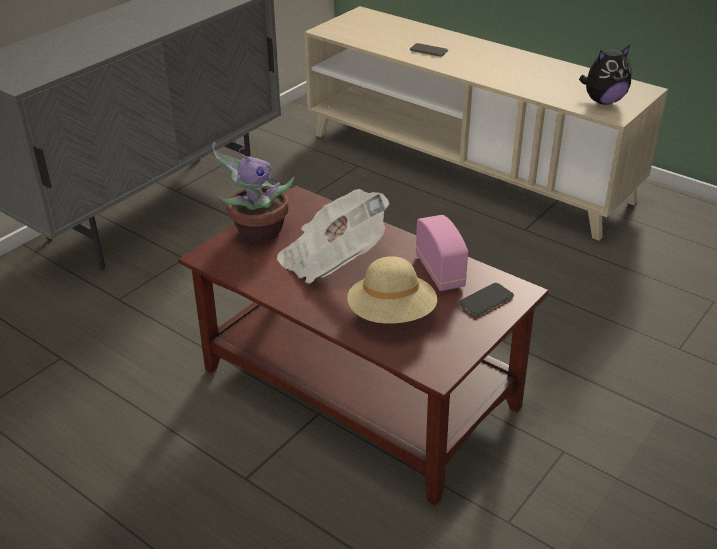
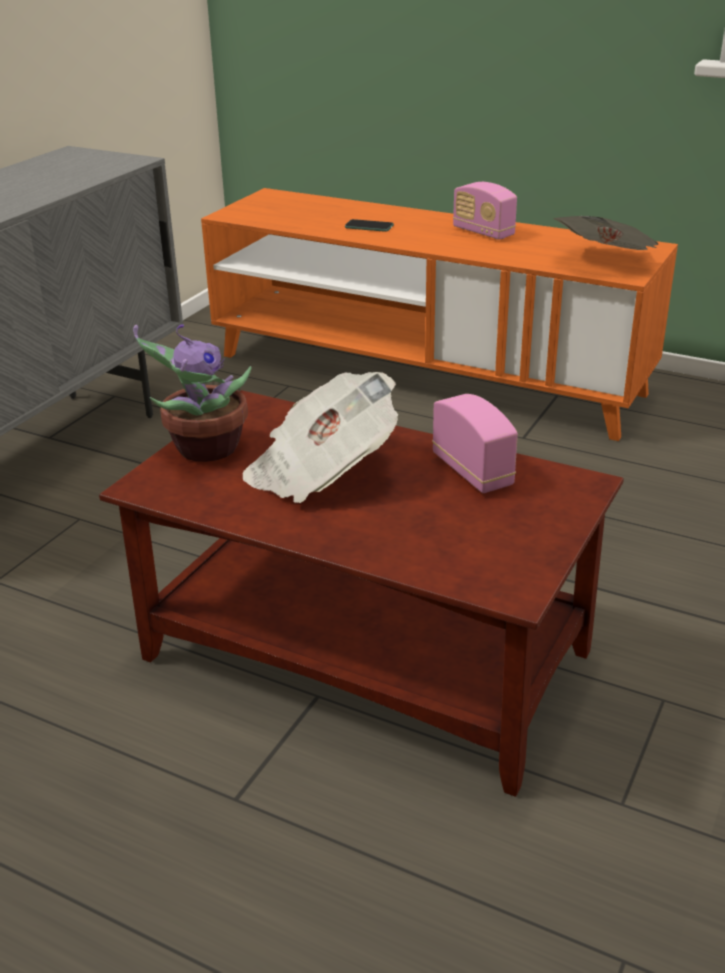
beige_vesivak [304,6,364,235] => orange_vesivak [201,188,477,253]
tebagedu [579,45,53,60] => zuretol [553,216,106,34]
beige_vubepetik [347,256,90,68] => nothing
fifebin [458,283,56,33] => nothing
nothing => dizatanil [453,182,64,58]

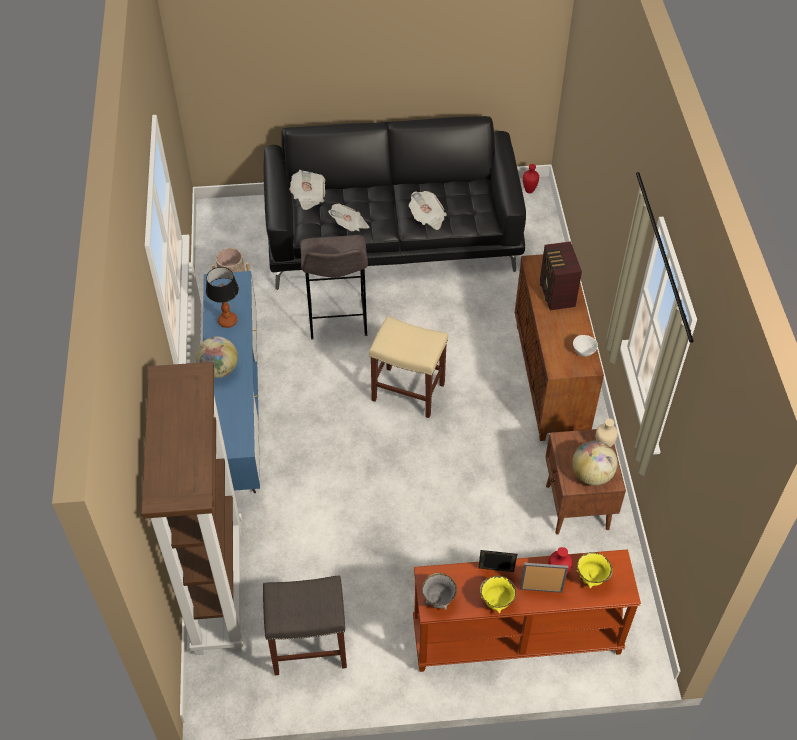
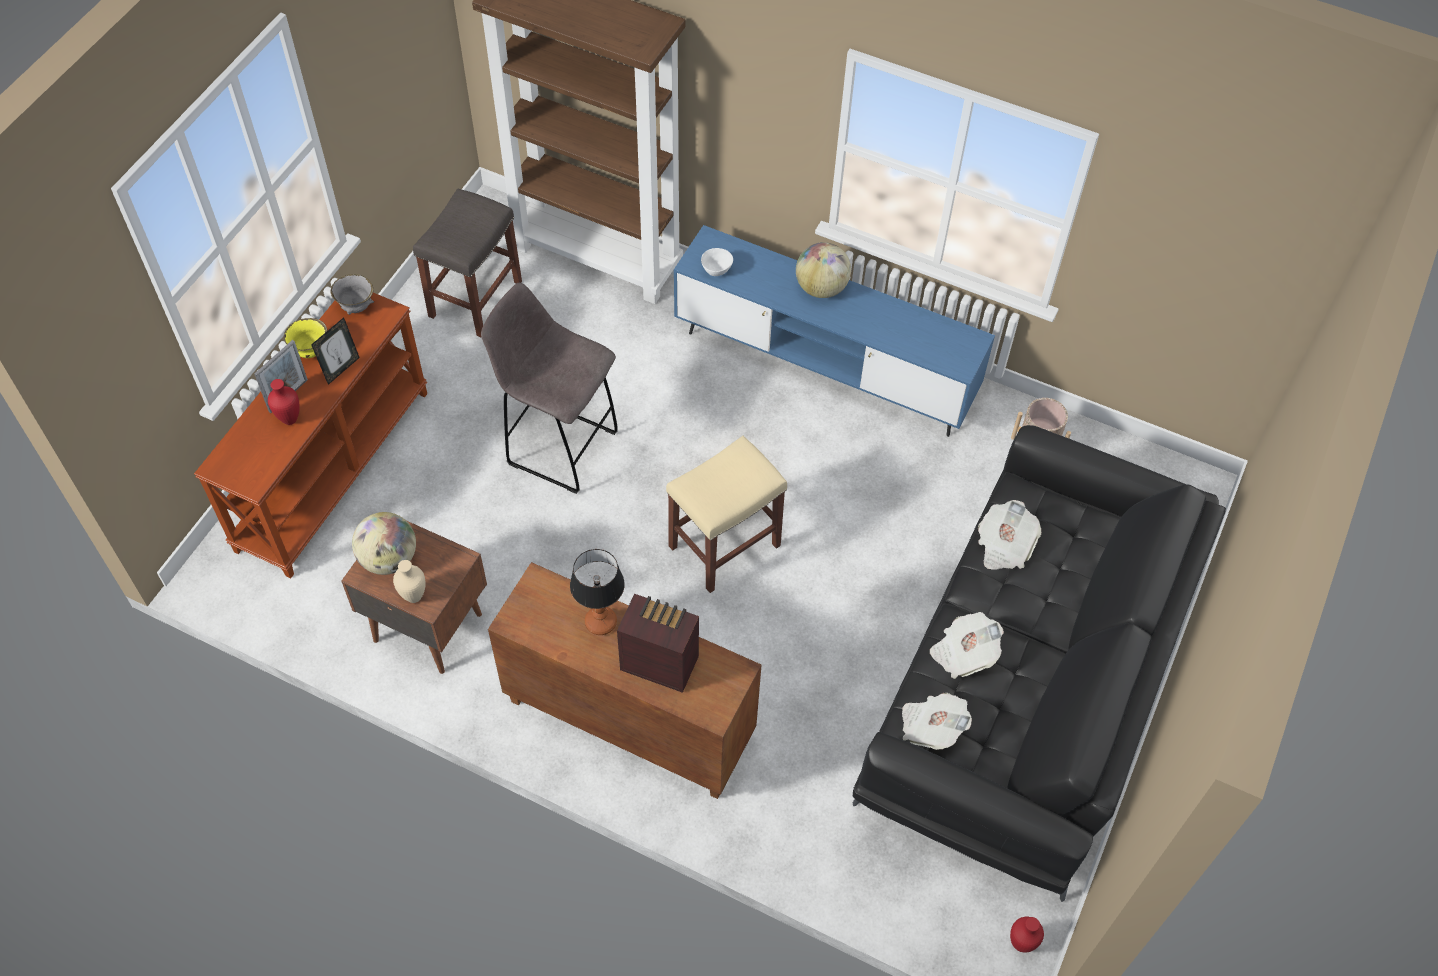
zuretol [290,170,35,40] => zuretol [902,693,70,57], shifted
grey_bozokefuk [300,235,68,105] => grey_bozokefuk [481,283,137,211], shifted
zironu [206,267,33,61] => zironu [570,549,55,86], shifted
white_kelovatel [573,335,25,22] => white_kelovatel [701,248,32,28], shifted
yellow_kelovatel [577,552,36,36] => nothing

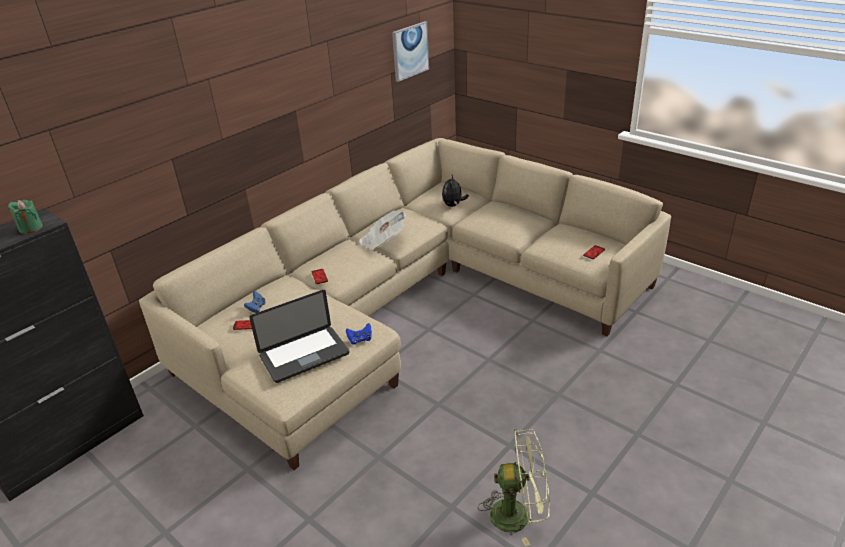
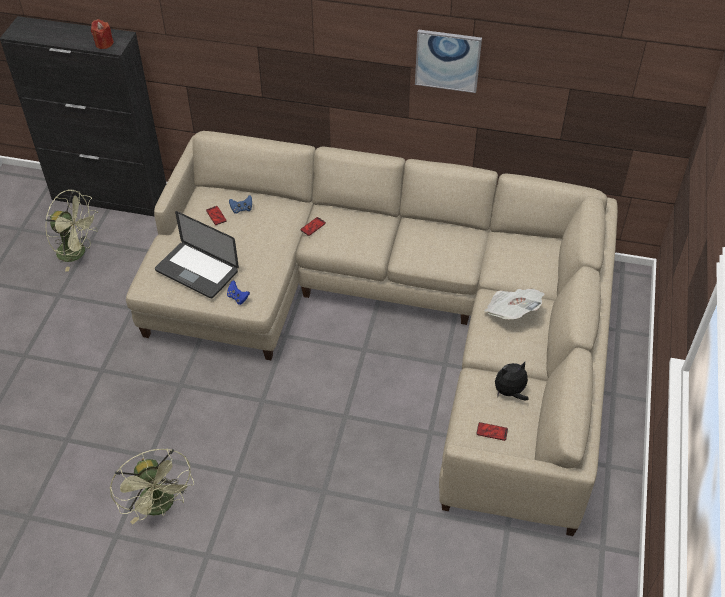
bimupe [392,21,37,61] => bimupe [415,29,67,64], shifted
tebagedu [442,176,27,31] => tebagedu [495,362,33,38], shifted
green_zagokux [8,200,35,34] => red_zagokux [91,19,23,30]
zuretol [359,210,48,40] => zuretol [484,288,61,32], shifted
nothing => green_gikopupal [45,189,53,83]

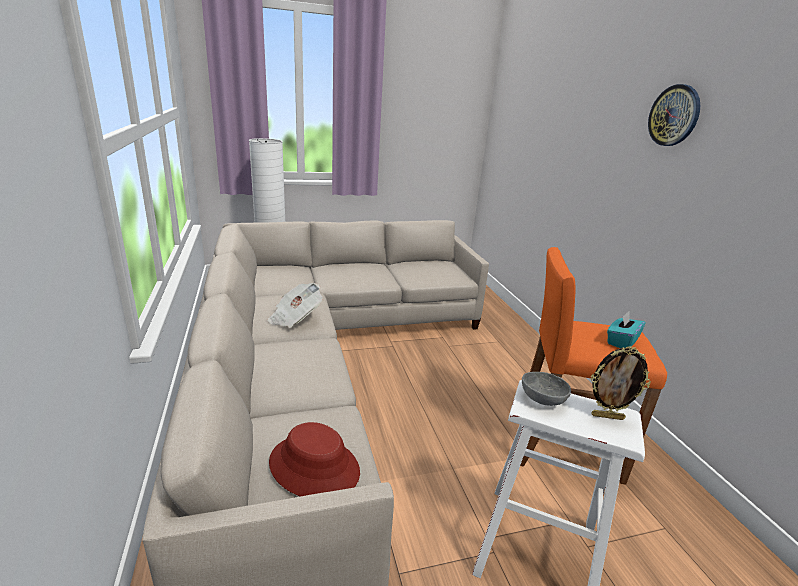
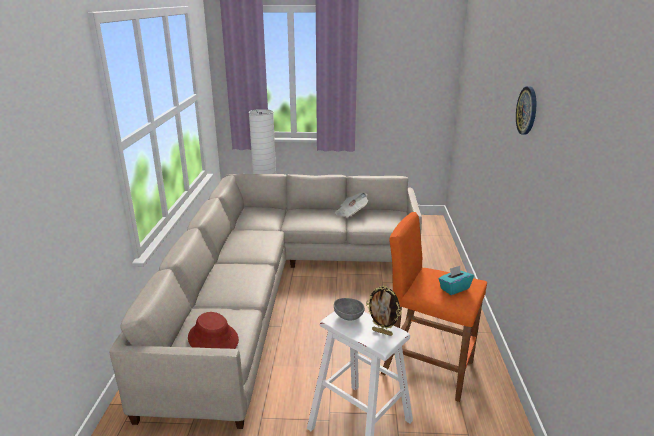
zuretol [267,283,56,45] => zuretol [335,192,33,26], shifted

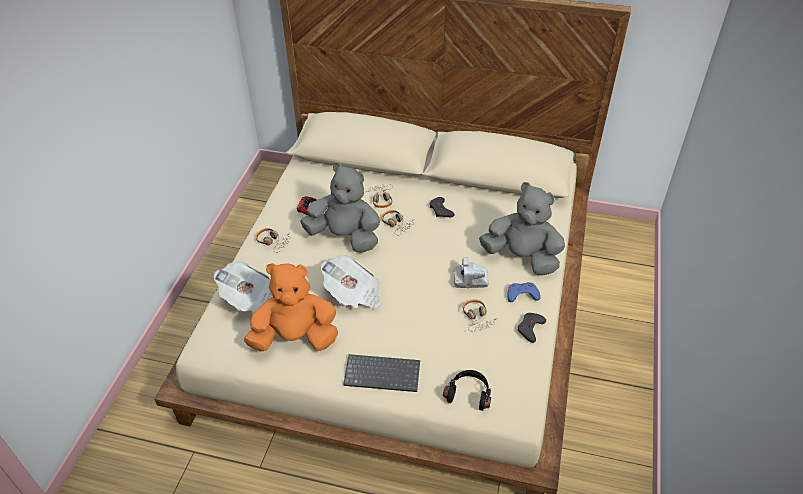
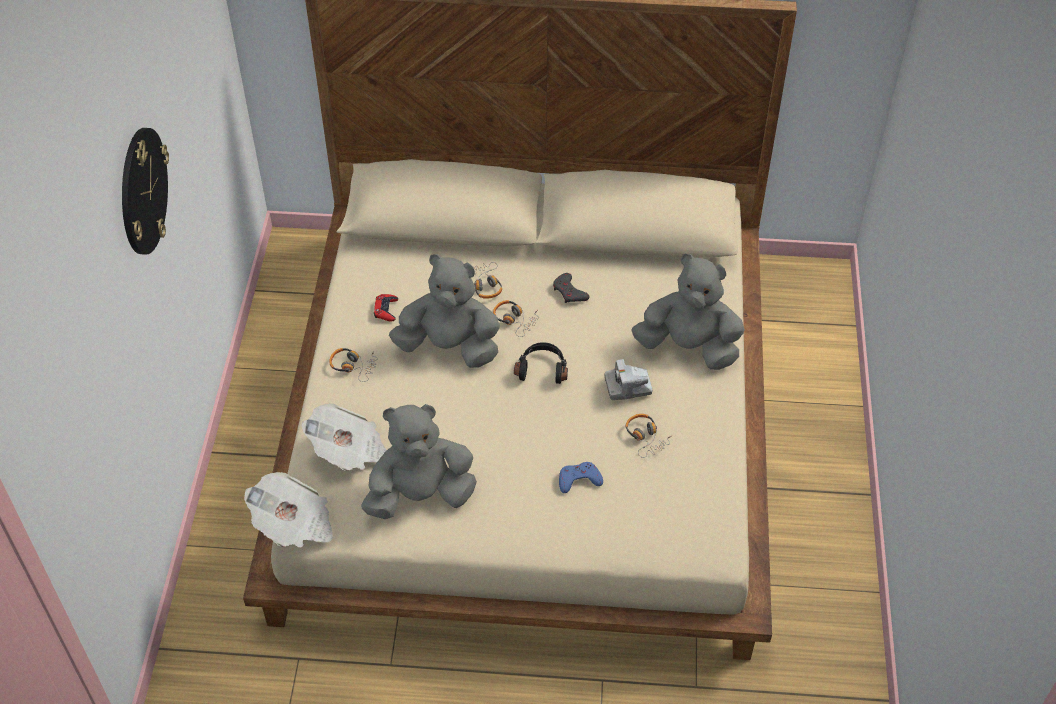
zuretol [321,255,59,53] => zuretol [244,472,89,76], shifted
orange_tebagedu [244,263,94,88] => grey_tebagedu [361,404,116,115]
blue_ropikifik [507,282,34,20] => blue_ropikifik [559,462,44,31], shifted
grey_ropikifik [518,313,28,30] => nothing
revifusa [343,354,77,38] => nothing
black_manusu [443,370,48,41] => black_manusu [514,342,54,42], shifted
nothing => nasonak [122,128,47,127]

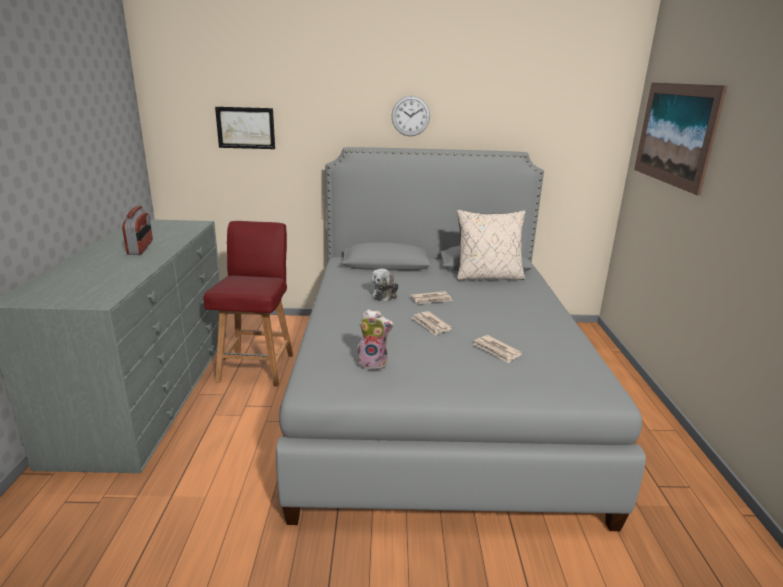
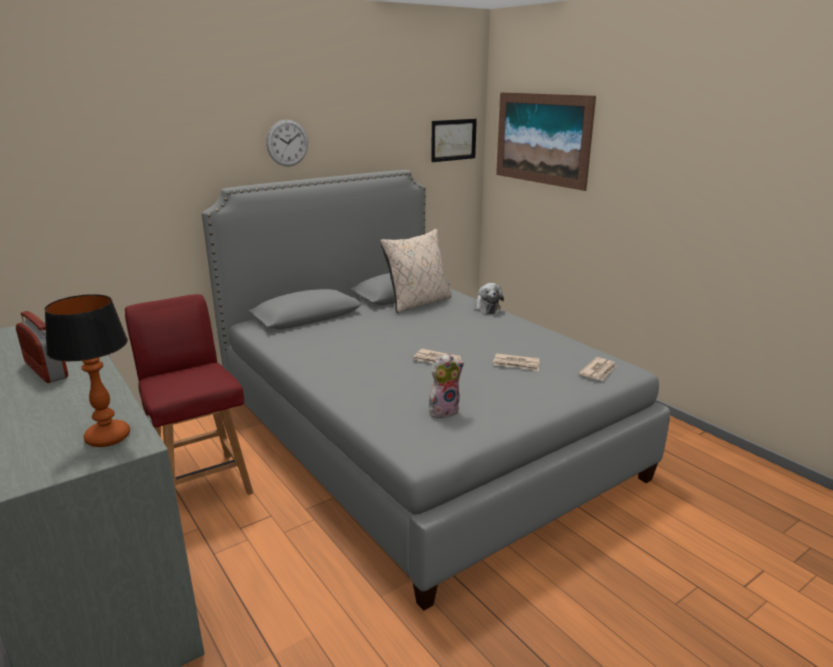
bimupe [215,107,60,42] => bimupe [431,119,46,43], shifted
tebagedu [371,269,28,33] => tebagedu [474,283,30,31], shifted
zuretol [410,291,43,13] => zuretol [578,357,38,24], shifted
nothing => zironu [44,294,86,153]

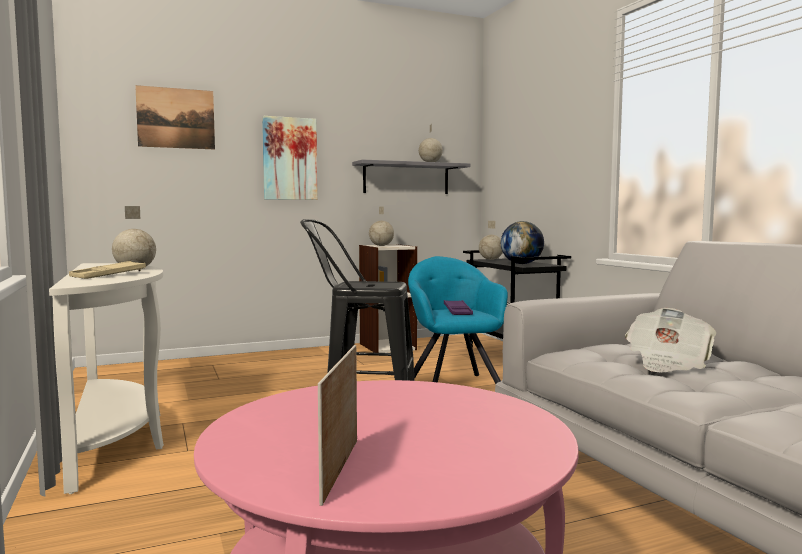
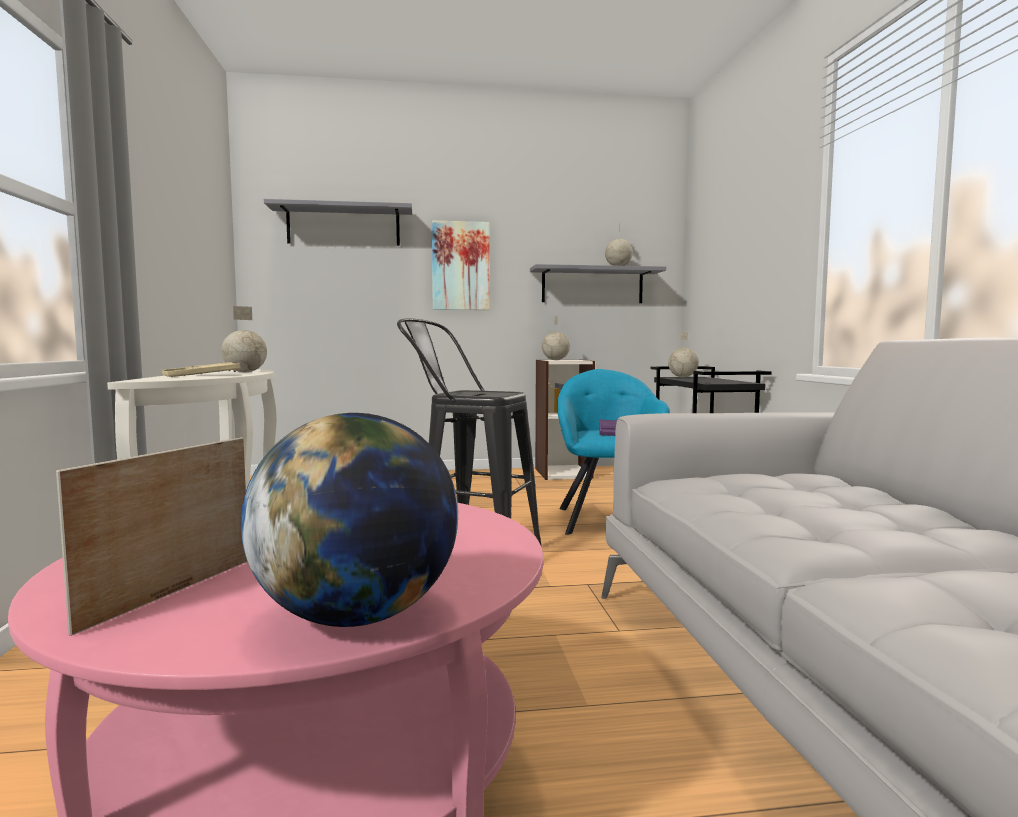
bimupe [135,85,80,65] => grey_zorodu [264,199,148,47]
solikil [501,221,43,43] => solikil [241,413,217,214], shifted
zuretol [625,308,91,65] => nothing

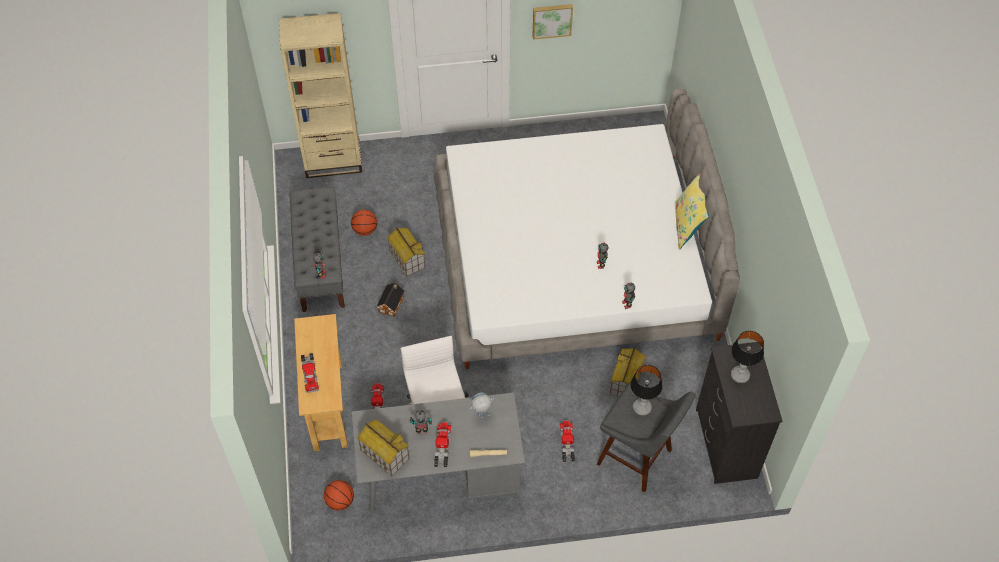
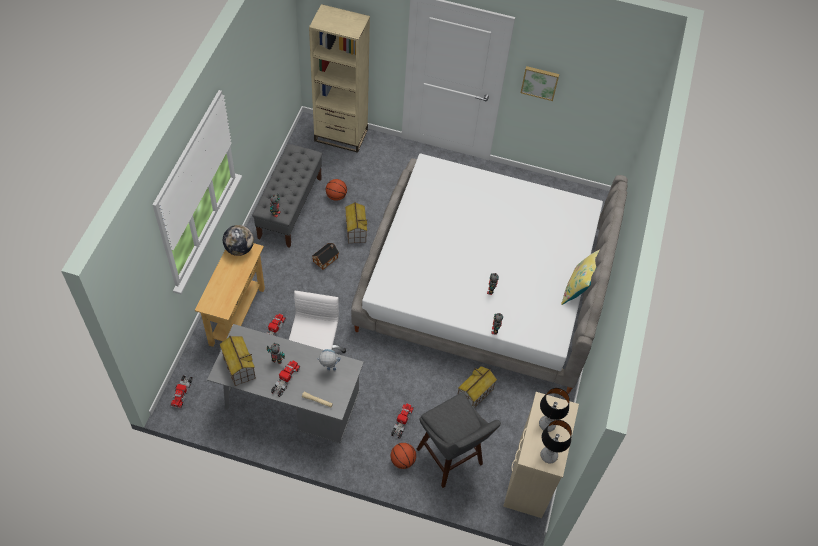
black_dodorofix [696,342,86,142] => beige_dodorofix [503,392,76,126]
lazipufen [301,353,18,40] => lazipufen [171,375,22,34], shifted
zironu [630,365,32,50] => zironu [540,420,32,43], shifted
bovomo [324,480,30,31] => bovomo [391,443,25,26], shifted
nothing => solikil [223,225,31,31]

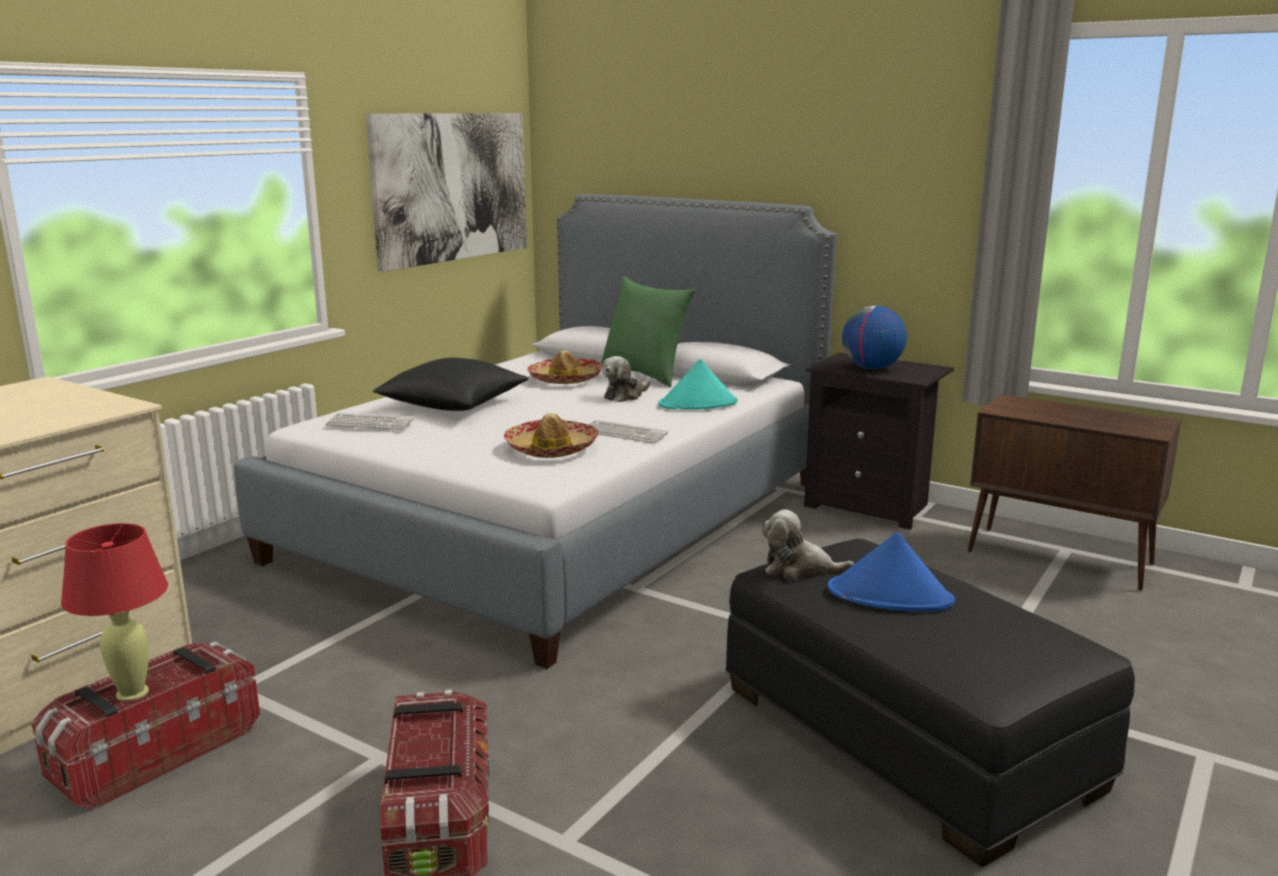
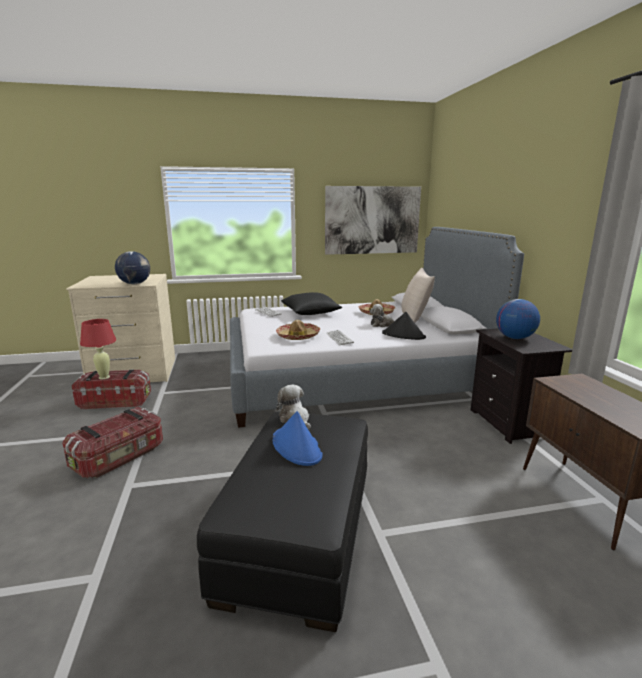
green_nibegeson [601,276,95,111] => beige_nibegeson [401,268,34,55]
turquoise_vubepetik [659,359,78,51] => black_vubepetik [382,312,44,28]
nothing => solikil [115,251,35,33]

